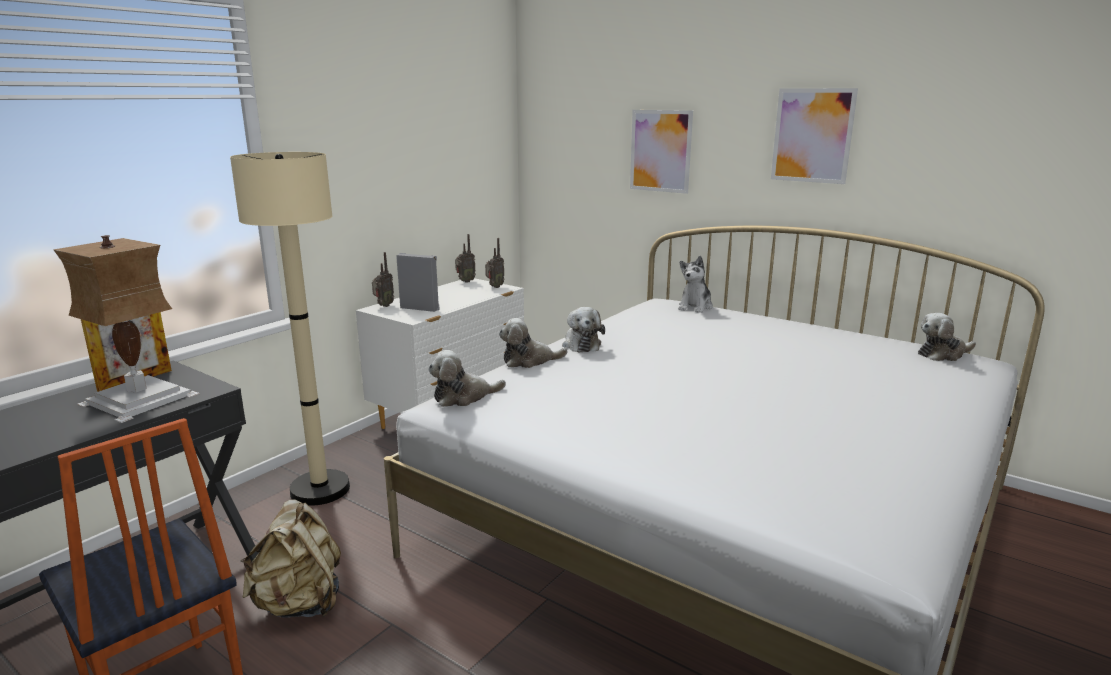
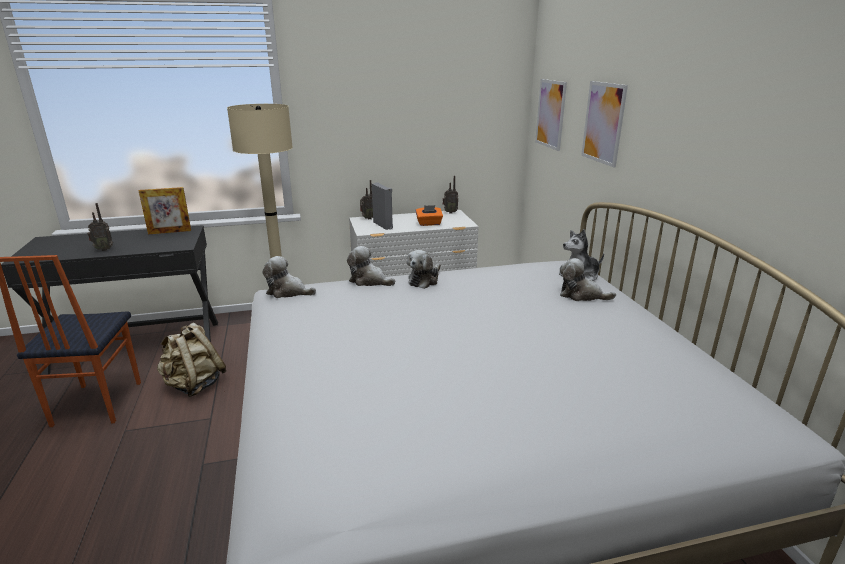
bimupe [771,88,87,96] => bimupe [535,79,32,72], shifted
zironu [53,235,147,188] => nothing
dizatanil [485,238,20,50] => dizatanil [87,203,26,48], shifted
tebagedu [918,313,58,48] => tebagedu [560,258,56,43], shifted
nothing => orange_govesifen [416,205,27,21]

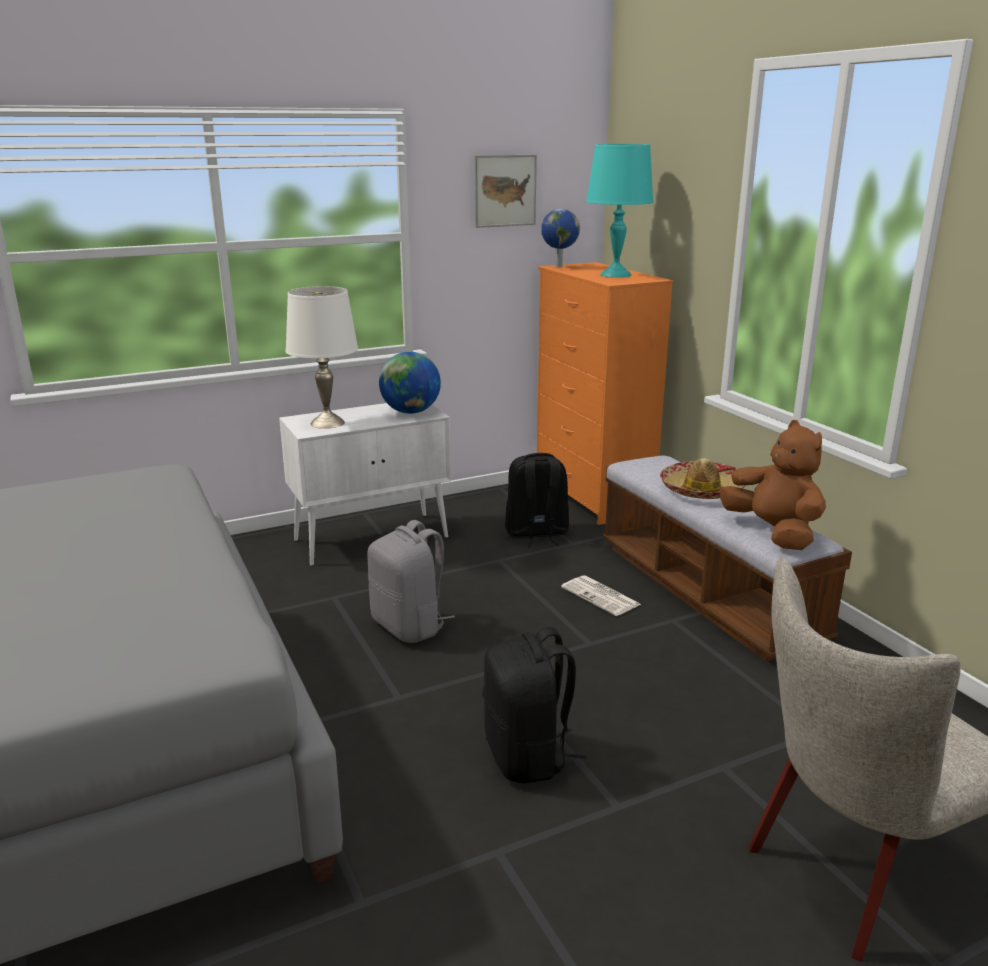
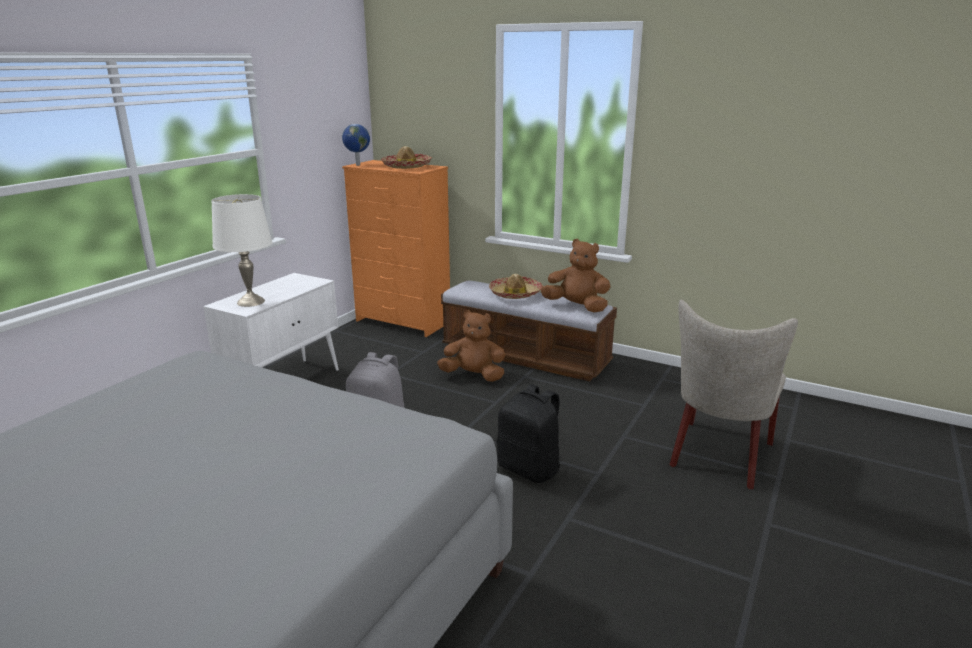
turquoise_zironu [586,144,67,134] => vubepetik [381,146,51,23]
bimupe [474,155,63,73] => nothing
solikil [379,352,62,62] => nothing
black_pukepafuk [505,453,64,94] => nothing
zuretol [561,575,80,41] => brown_tebagedu [437,310,69,72]

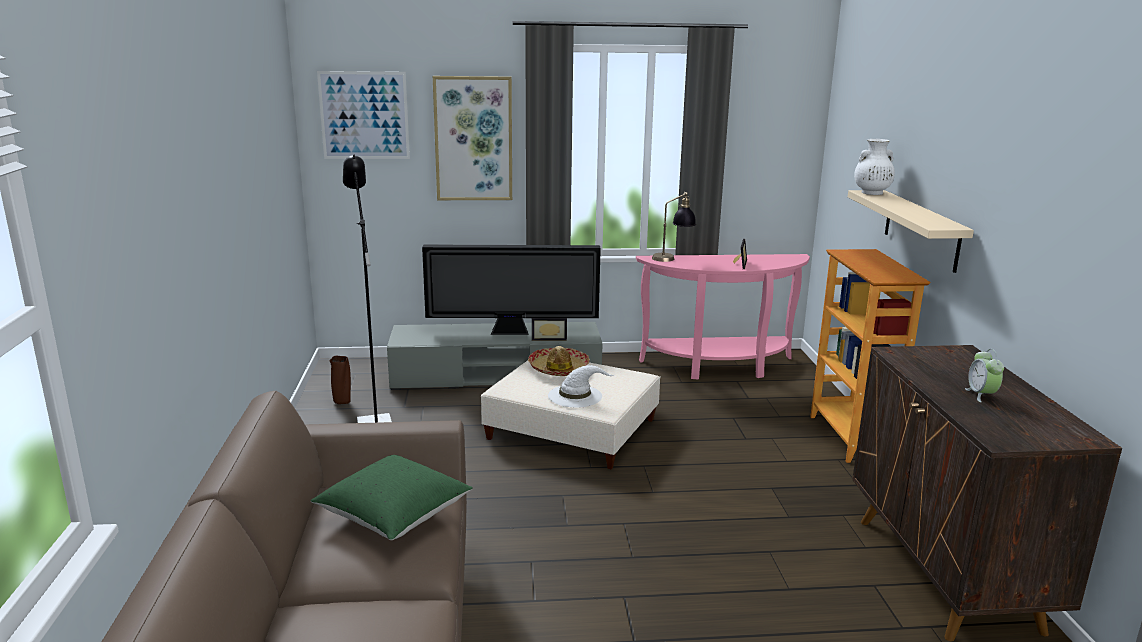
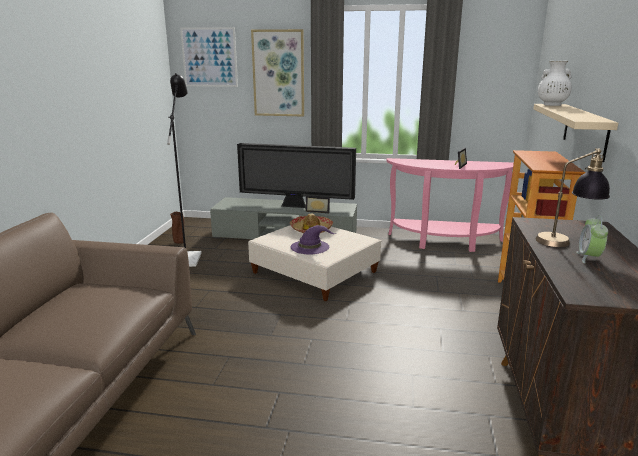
zironu [652,192,44,70] => zironu [535,148,75,99], shifted
white_vubepetik [548,365,66,43] => purple_vubepetik [290,225,45,30]
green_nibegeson [311,455,162,85] => nothing

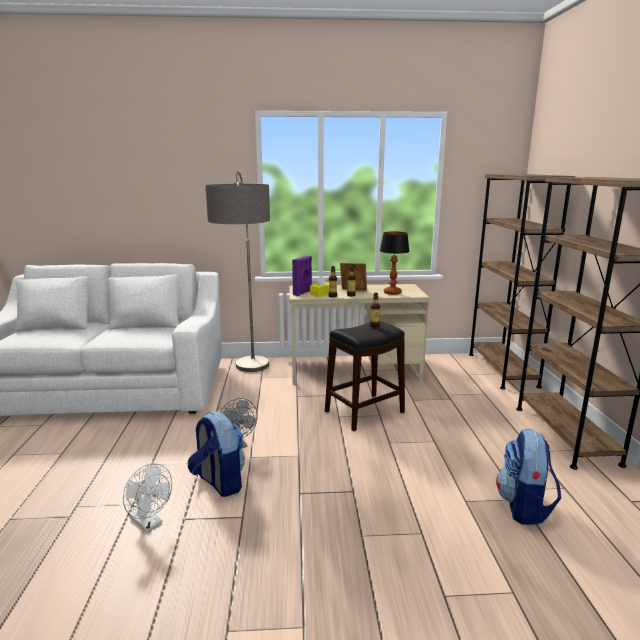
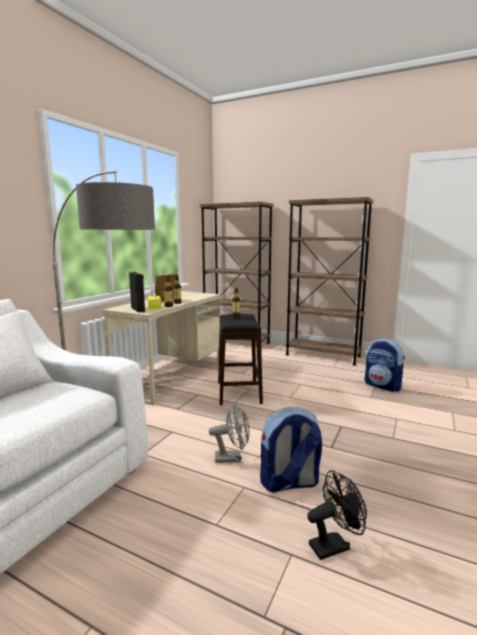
zironu [380,232,30,63] => nothing
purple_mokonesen [292,256,20,40] => black_mokonesen [129,272,16,40]
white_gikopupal [123,463,49,69] => black_gikopupal [307,470,60,90]

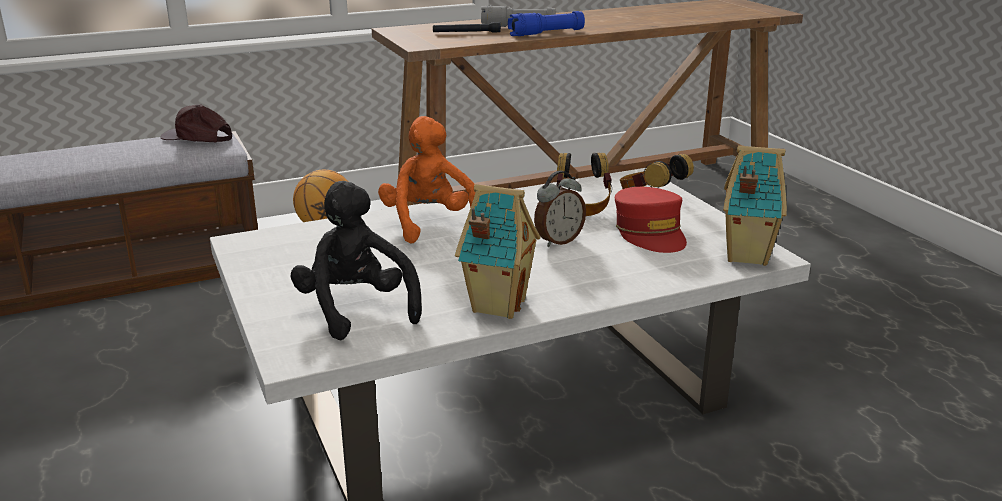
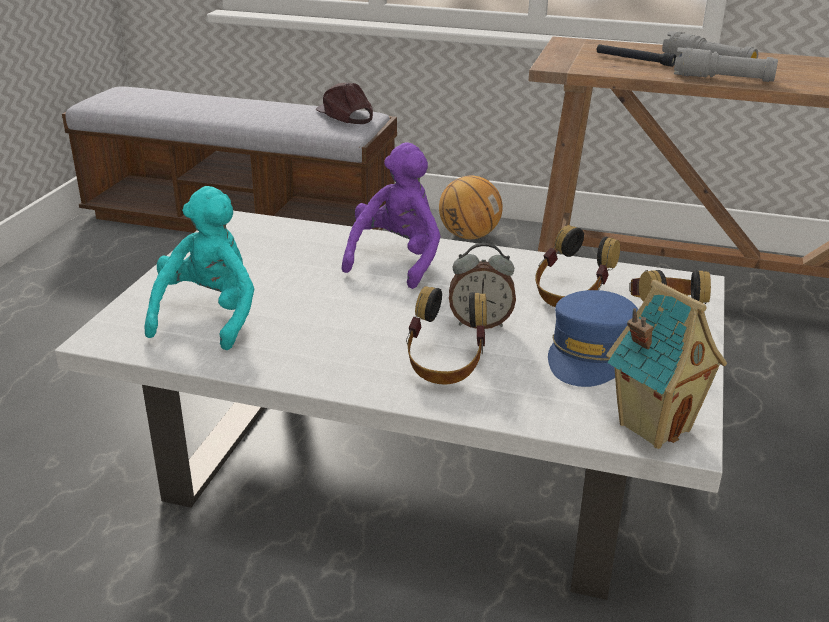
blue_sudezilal [508,11,77,25] => grey_sudezilal [674,47,104,35]
orange_tebagedu [378,116,97,128] => purple_tebagedu [342,142,99,147]
black_tebagedu [291,181,131,159] => turquoise_tebagedu [145,186,109,164]
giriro [455,184,85,135] => nothing
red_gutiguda [615,187,72,66] => blue_gutiguda [548,290,90,97]
nothing => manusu [406,286,81,99]

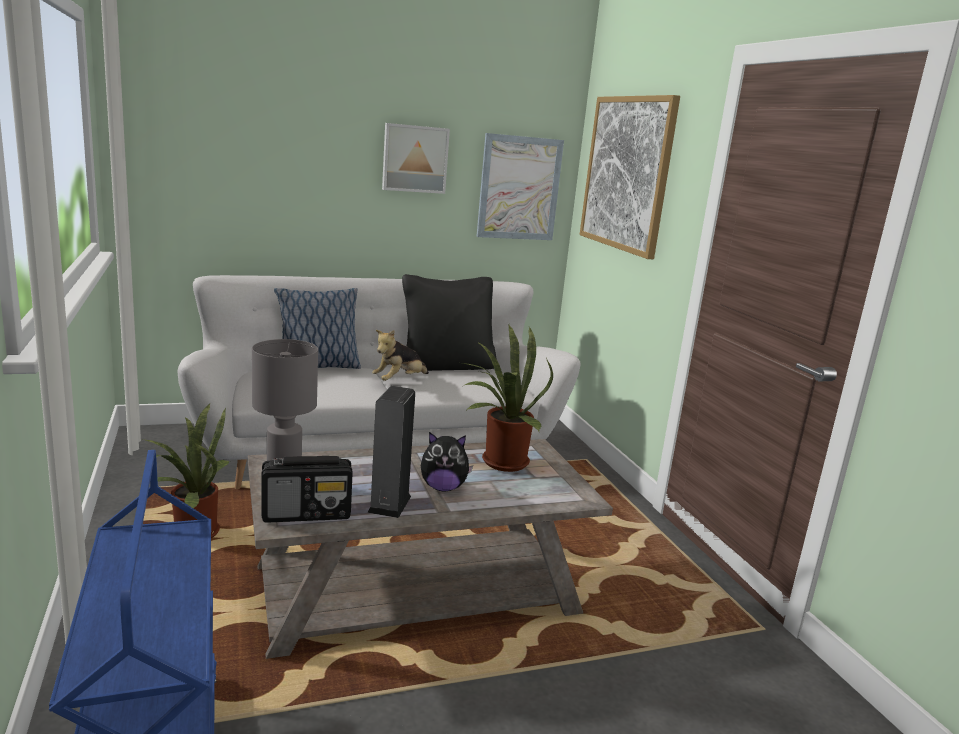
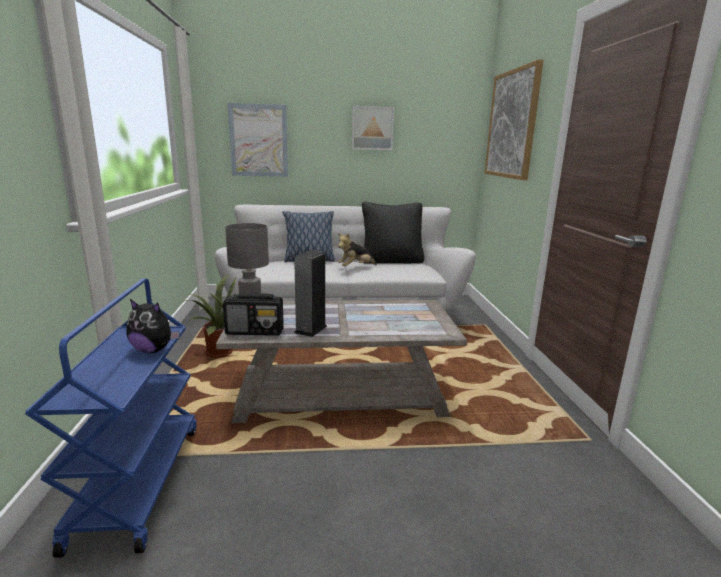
bimupe [476,133,88,107] => bimupe [228,103,60,74], shifted
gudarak [462,325,91,147] => nothing
tebagedu [421,432,52,59] => tebagedu [127,299,52,54], shifted

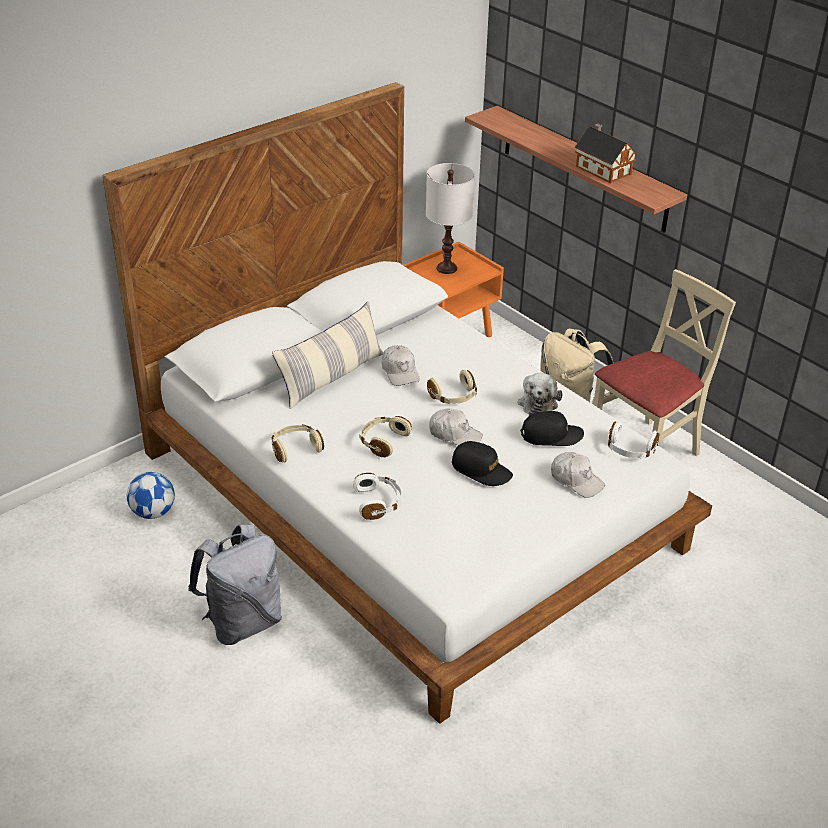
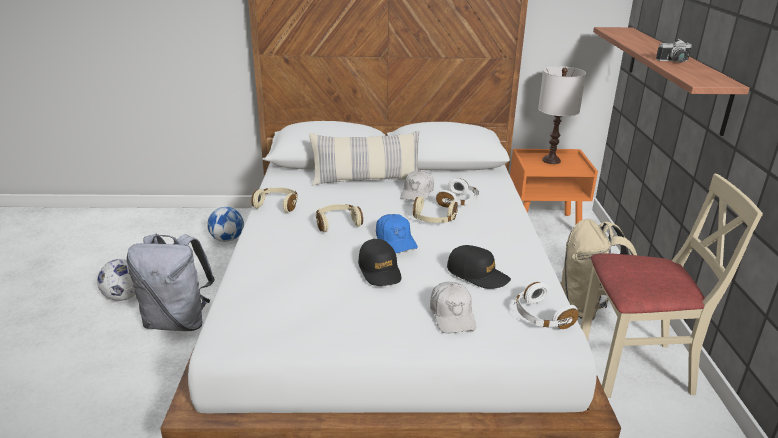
giriro [575,123,62,60] => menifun [656,38,36,25]
tebagedu [518,373,44,43] => nothing
white_gutiguda [429,408,54,38] => blue_gutiguda [376,214,42,39]
white_manusu [353,473,49,47] => white_manusu [436,178,43,29], shifted
nothing => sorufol [97,259,38,42]

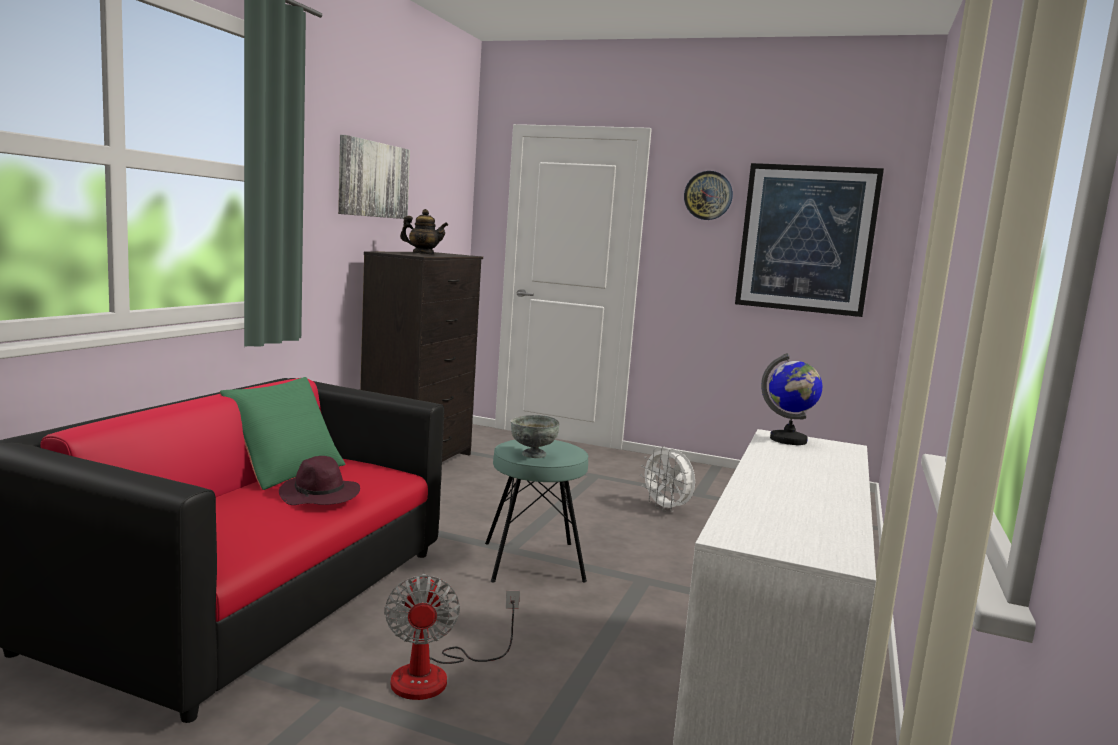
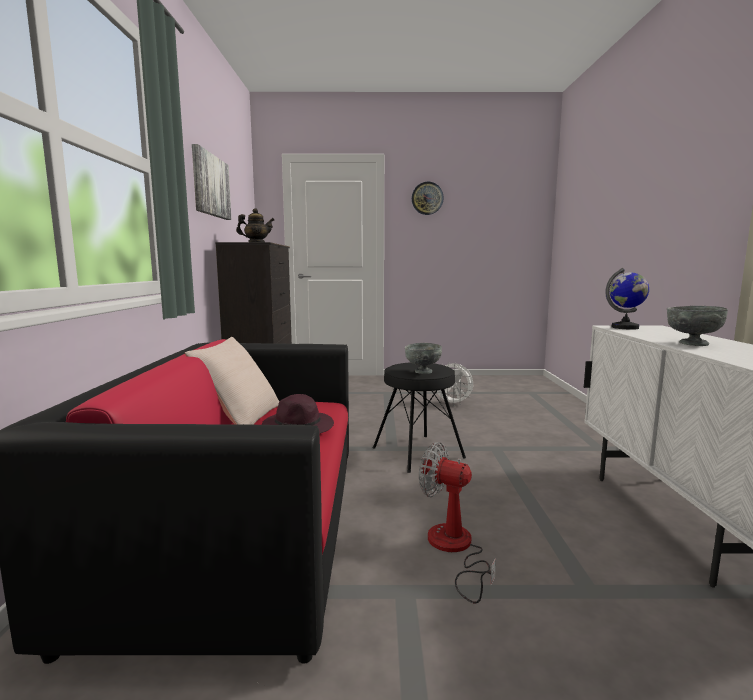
bimupe [735,163,149,154] => nothing
green_nibegeson [220,377,126,113] => beige_nibegeson [185,337,95,88]
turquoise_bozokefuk [485,440,103,143] => black_bozokefuk [373,362,93,111]
gikopupal [384,574,136,126] => gikopupal [419,442,77,161], 150 degrees clockwise
nothing => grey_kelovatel [667,306,61,40]

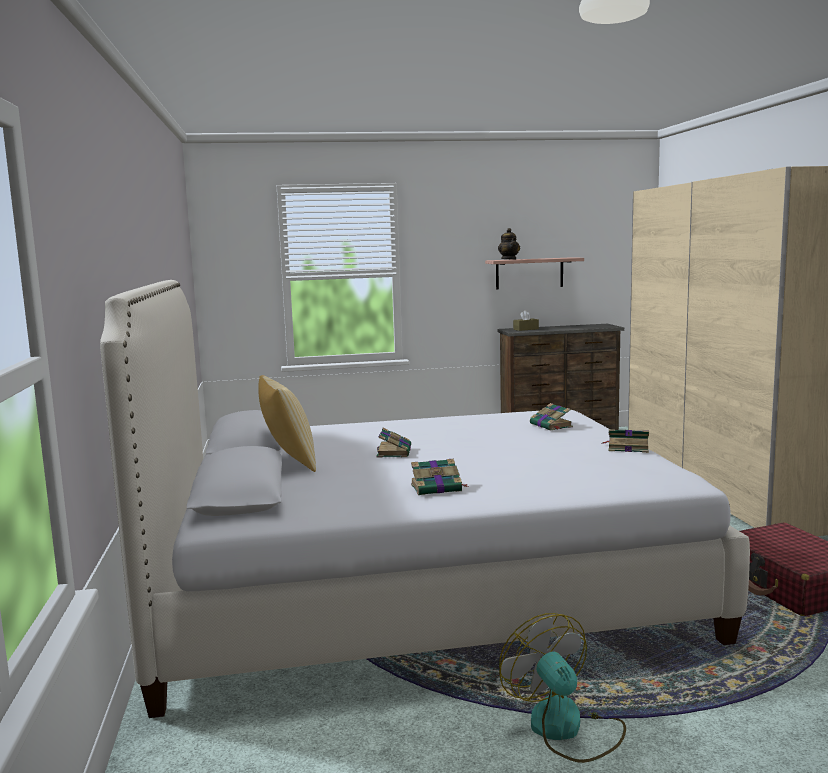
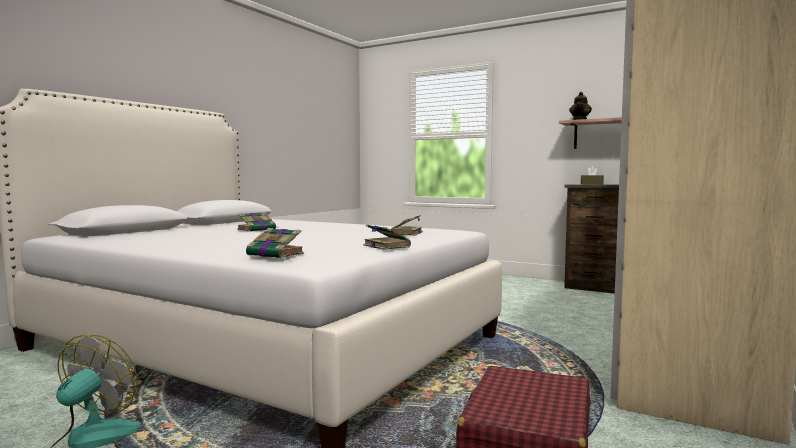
nibegeson [258,375,58,97] => nothing
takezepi [411,459,57,36] => takezepi [246,228,58,30], shifted

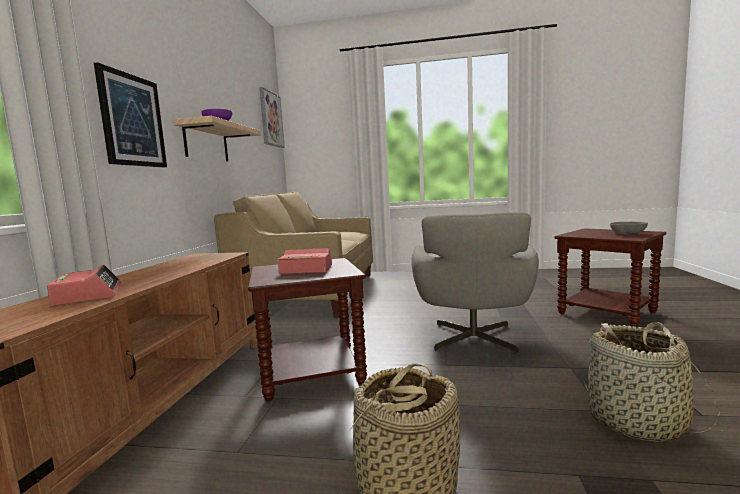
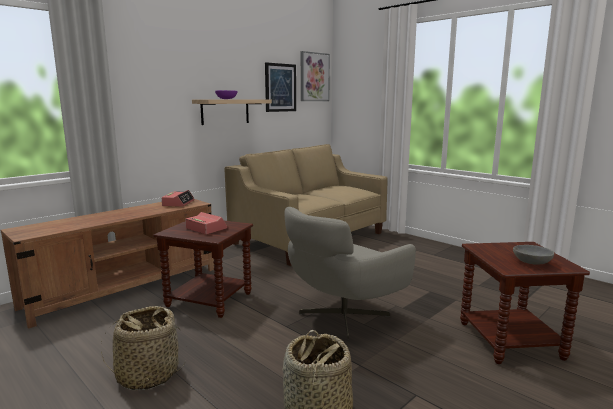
bimupe [94,62,73,105] => bimupe [265,62,31,50], shifted
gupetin [47,264,74,42] => gupetin [162,190,33,17], shifted

